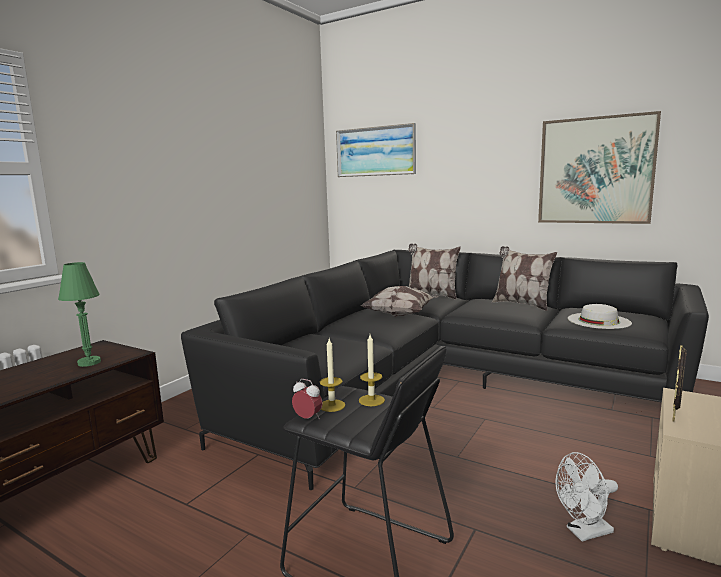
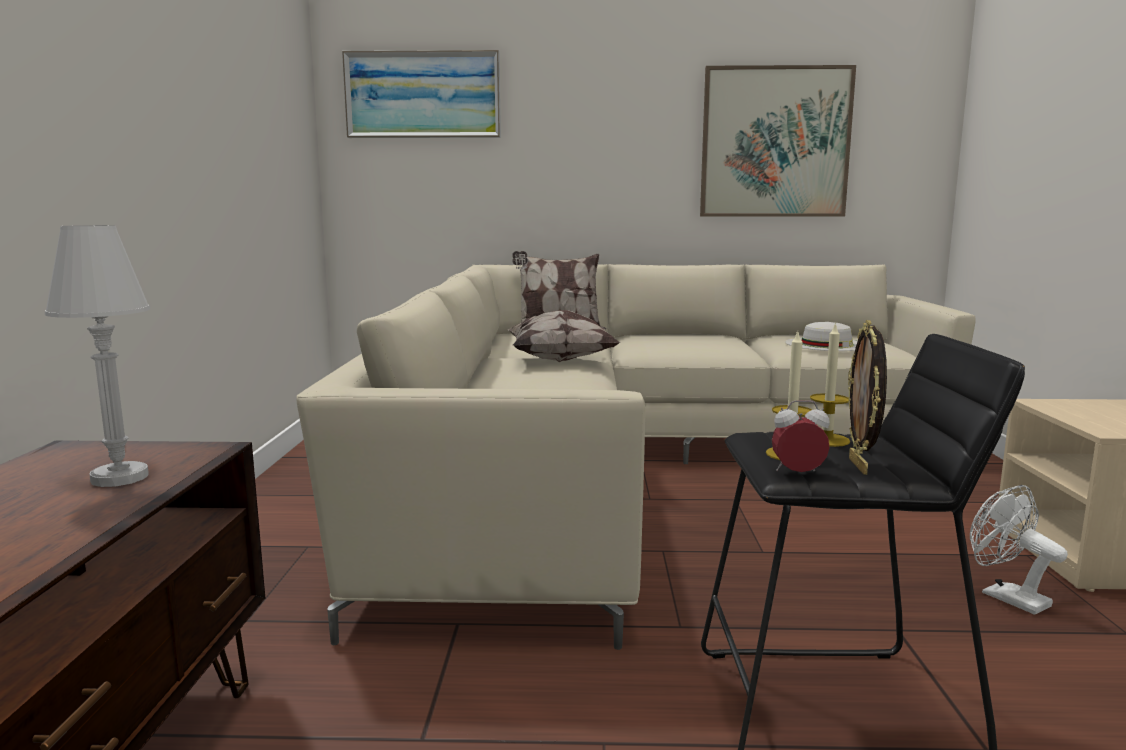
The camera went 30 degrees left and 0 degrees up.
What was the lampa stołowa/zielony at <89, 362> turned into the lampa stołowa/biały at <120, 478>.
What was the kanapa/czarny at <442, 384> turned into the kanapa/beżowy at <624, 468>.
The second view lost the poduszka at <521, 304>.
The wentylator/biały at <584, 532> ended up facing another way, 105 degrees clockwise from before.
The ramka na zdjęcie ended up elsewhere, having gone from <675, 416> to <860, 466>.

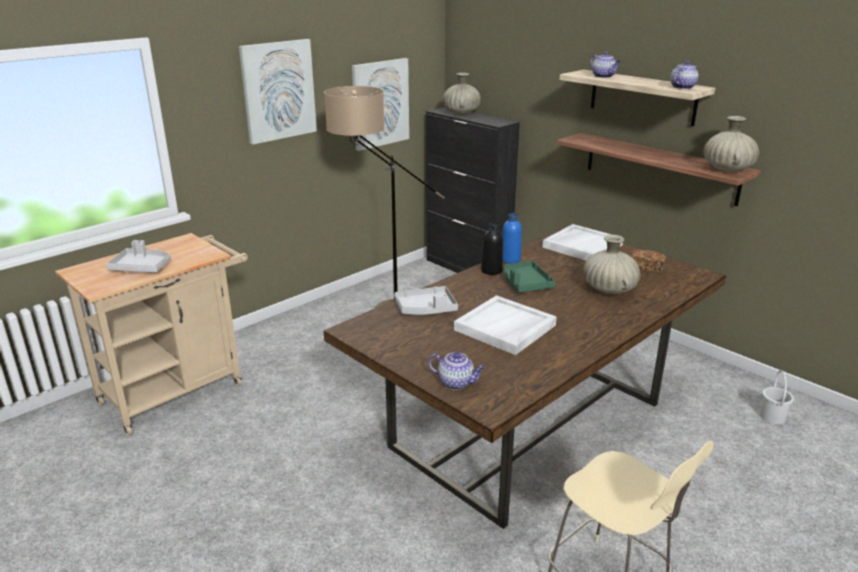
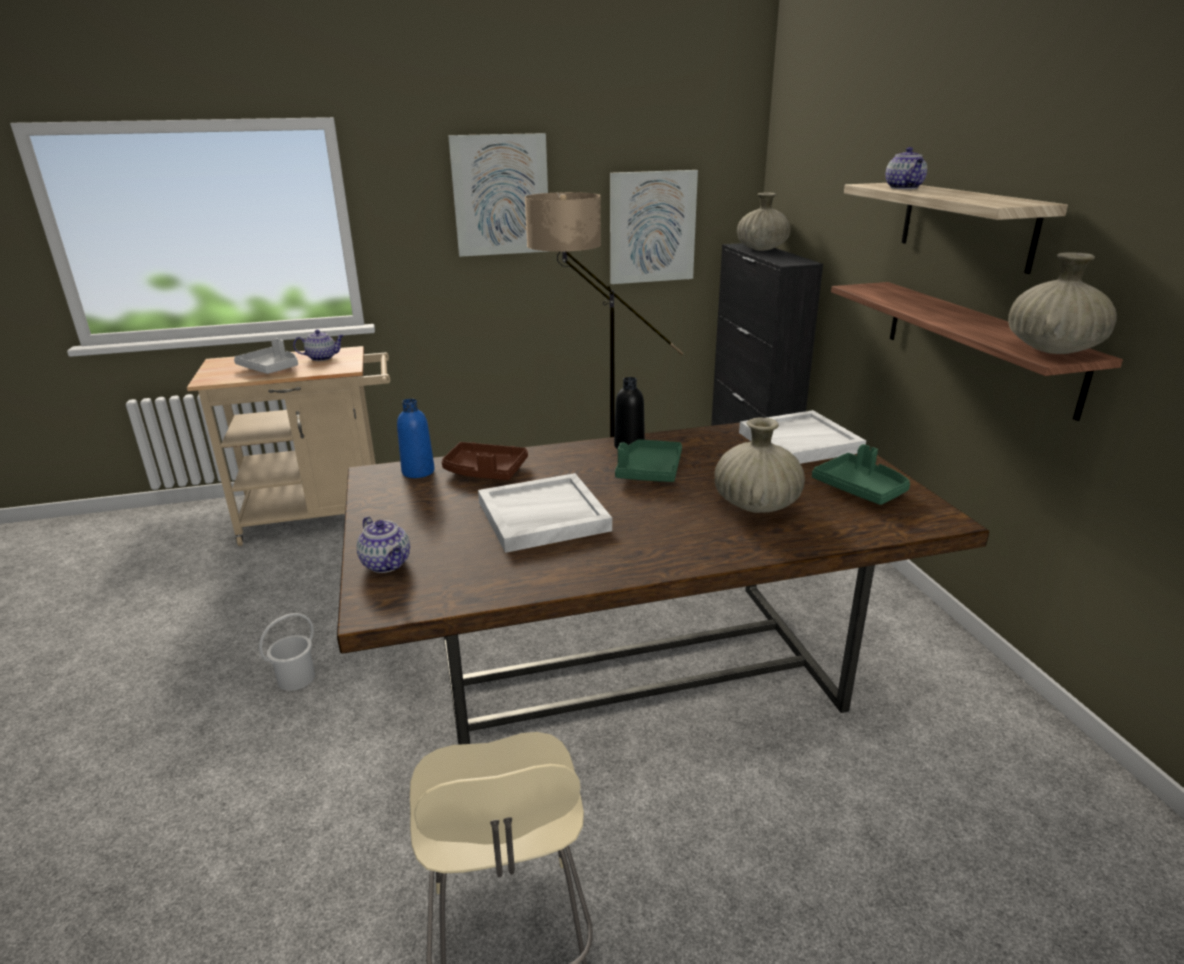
The camera went 30 degrees right and 0 degrees up.
What was the taca/szary at <426, 309> turned into the taca/brązowy at <485, 471>.
The butelka/niebieski ended up elsewhere, having gone from <510, 259> to <418, 471>.
Where the chleb stood at <646, 267>, the taca/zielony came to stand at <860, 489>.
The imbryk ended up elsewhere, having gone from <682, 87> to <322, 358>.
The wiadro/biały ended up elsewhere, having gone from <772, 416> to <295, 678>.

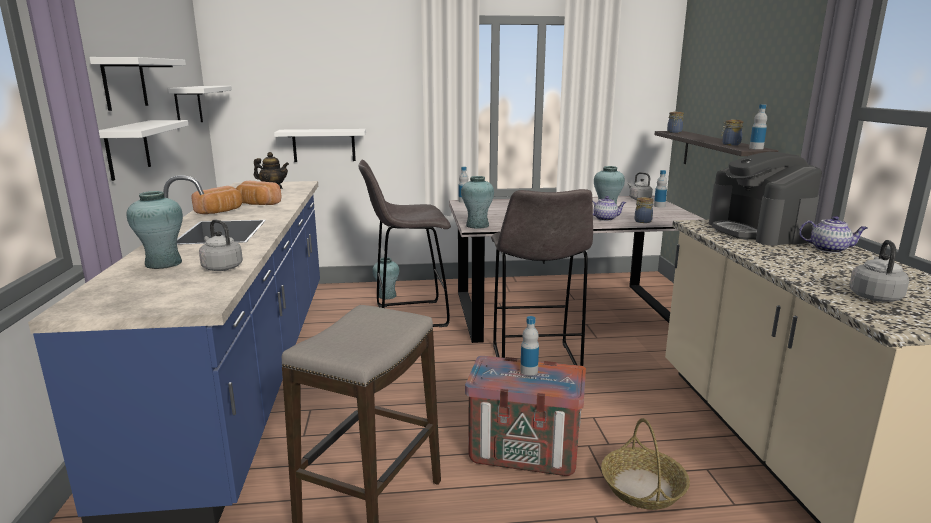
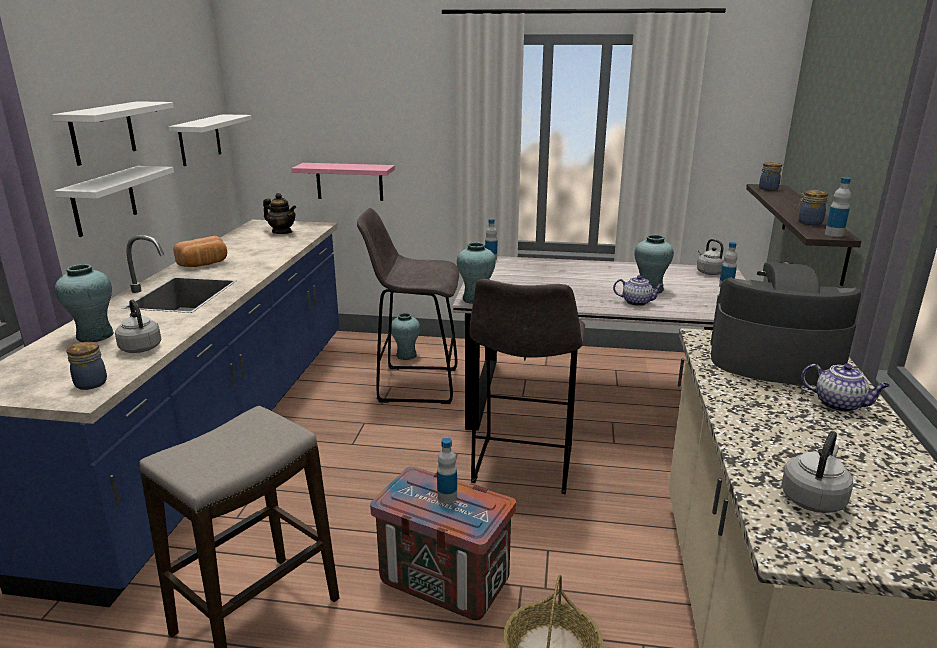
The camera went 15 degrees right and 5 degrees up.
The second view lost the chleb at <257, 204>.
What was the półka/biały at <324, 145> turned into the półka/różowy at <349, 181>.
The słoik ended up elsewhere, having gone from <642, 221> to <92, 383>.
The ekspres do kawy at <758, 231> ended up facing another way, 105 degrees clockwise from before.

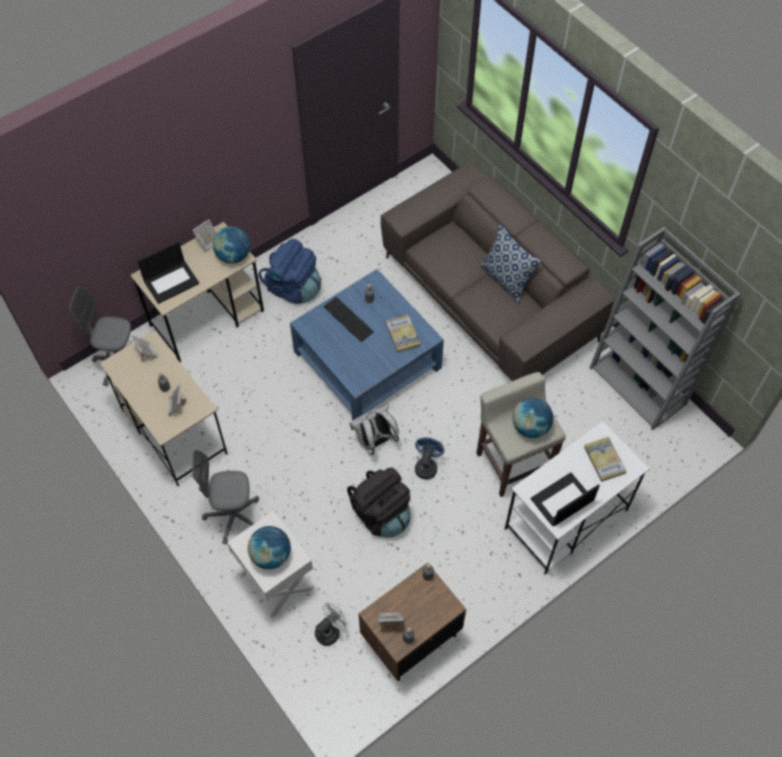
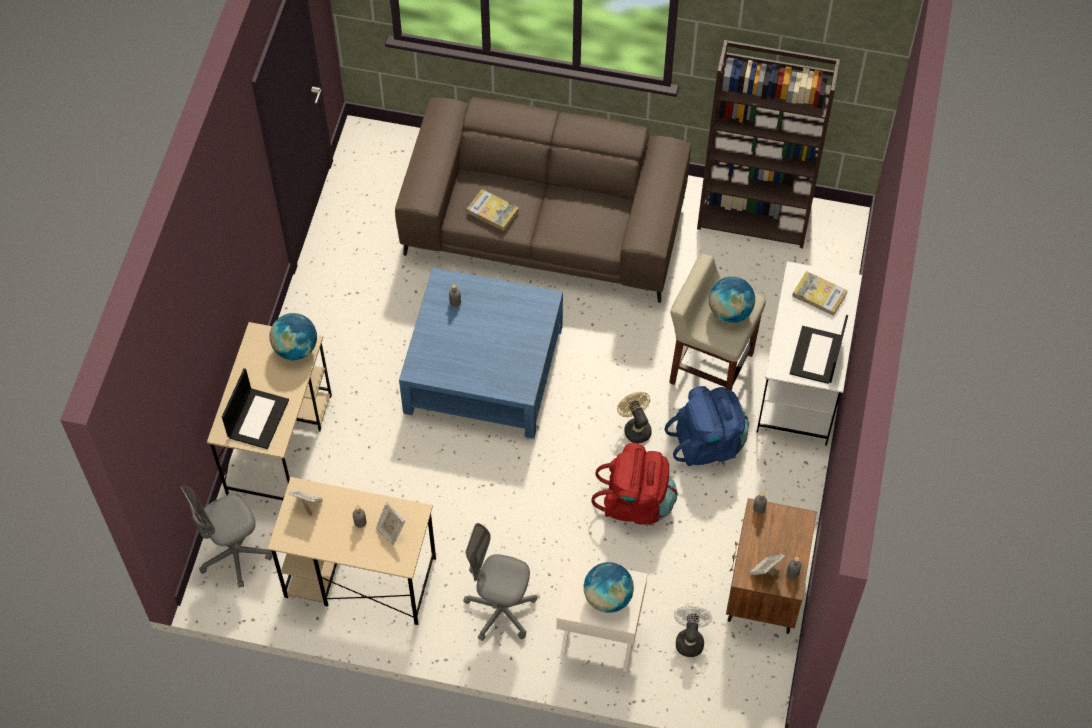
The camera went 40 degrees left and 0 degrees up.
The second view lost the ramka na zdjęcie at <208, 243>.
The krzesło biurowe/szary at <233, 516> ended up facing another way, 60 degrees clockwise from before.
The plecak/niebieski ended up elsewhere, having gone from <294, 288> to <708, 443>.
The second view lost the klawiatura at <349, 319>.
What was the plecak/czarny at <381, 514> turned into the plecak/czerwony at <635, 502>.
The second view lost the plecak/biały at <375, 442>.
The książka ended up elsewhere, having gone from <402, 335> to <492, 211>.
What was the wentylator/niebieski at <426, 466> turned into the wentylator/beżowy at <635, 428>.
The second view lost the poduszka at <506, 280>.
What was the regał/szary at <639, 386> turned into the regał/brązowy at <755, 215>.

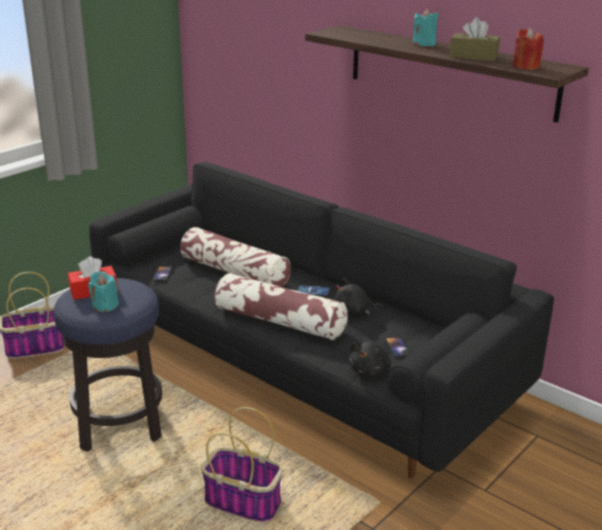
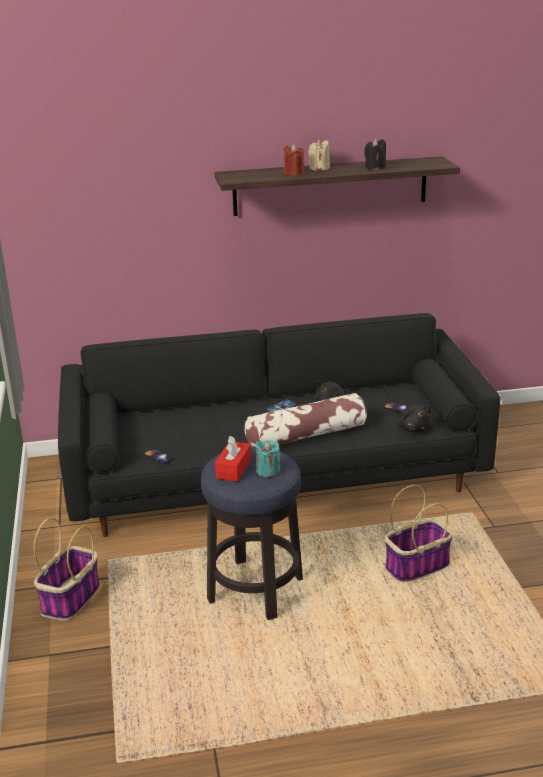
The camera went 50 degrees left and 0 degrees up.
The second view lost the poduszka at <235, 272>.
What was the świeca/turkusowy at <424, 44> turned into the świeca/beżowy at <319, 168>.
Where the pudełko chusteczek/brązowy stood at <473, 56>, the świeca/czarny came to stand at <375, 167>.
The świeca/czerwony ended up elsewhere, having gone from <525, 67> to <294, 173>.

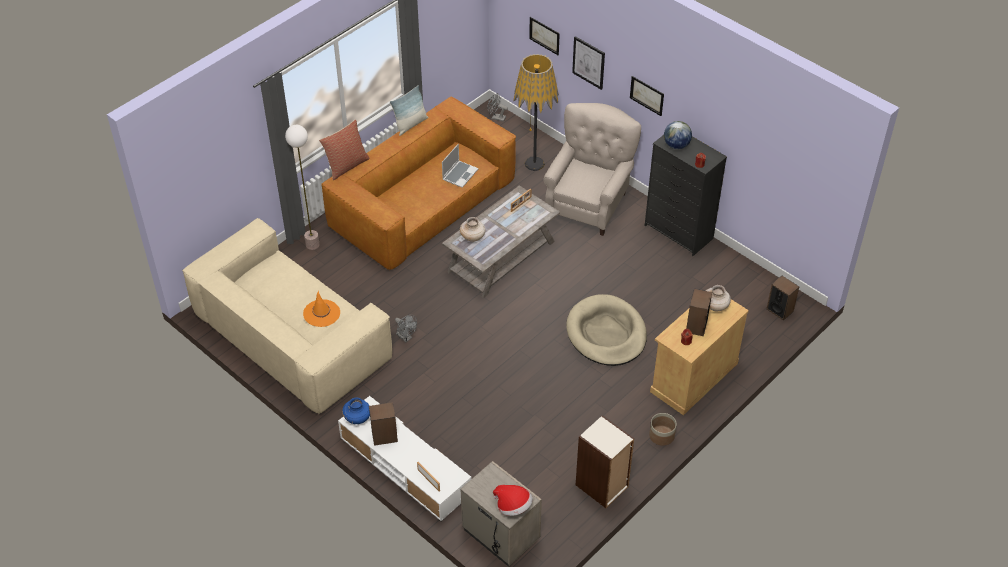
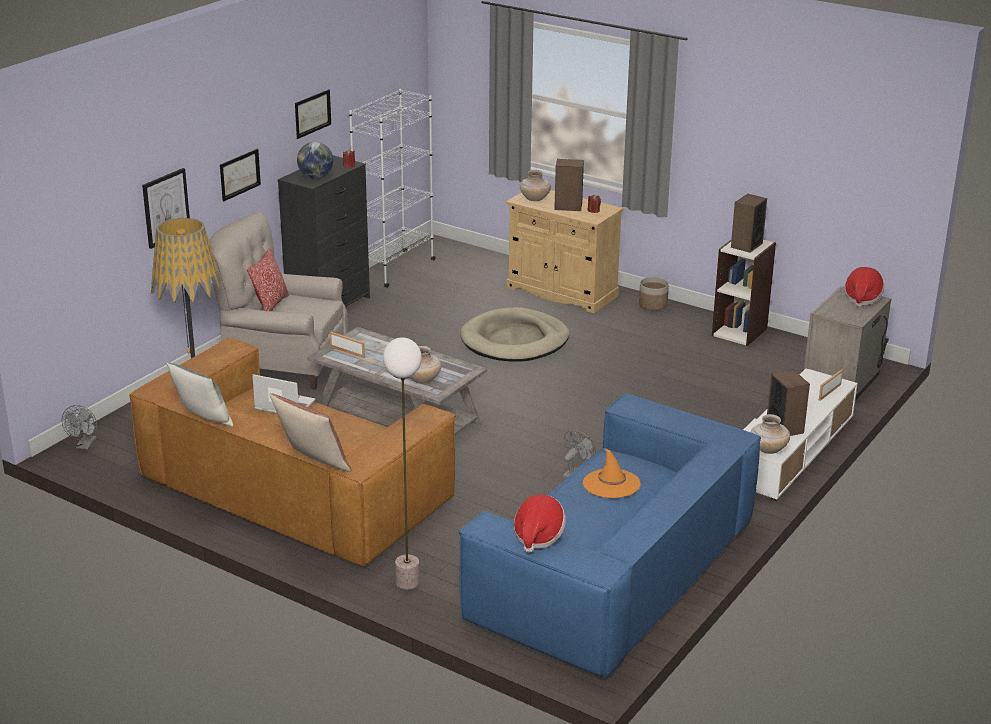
The camera went 100 degrees left and 20 degrees down.
What was the kanapa/beżowy at <291, 336> turned into the kanapa/niebieski at <612, 571>.
What was the wazon/niebieski at <357, 418> turned into the wazon/beżowy at <768, 449>.
The obraz ended up elsewhere, having gone from <544, 35> to <312, 113>.
The głośnik ended up elsewhere, having gone from <779, 310> to <746, 245>.
The second view gained the poduszka at <270, 305>.
The second view gained the regał/biały at <395, 269>.
The second view gained the kapelusz at <538, 536>.

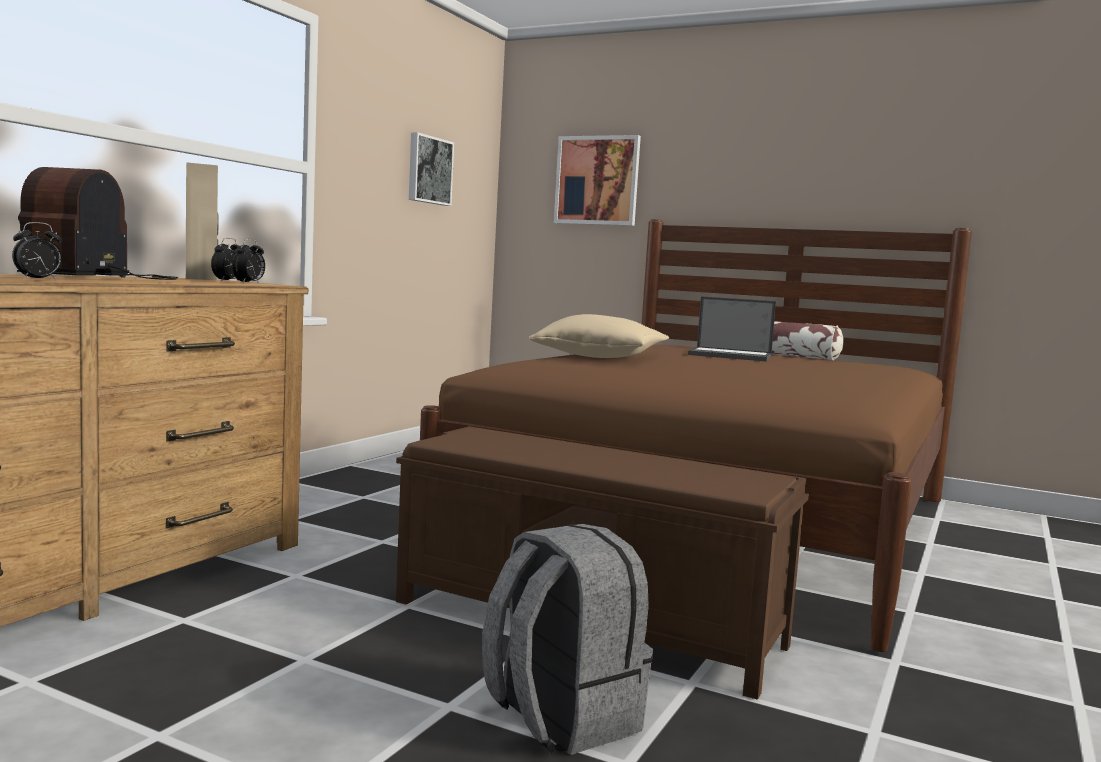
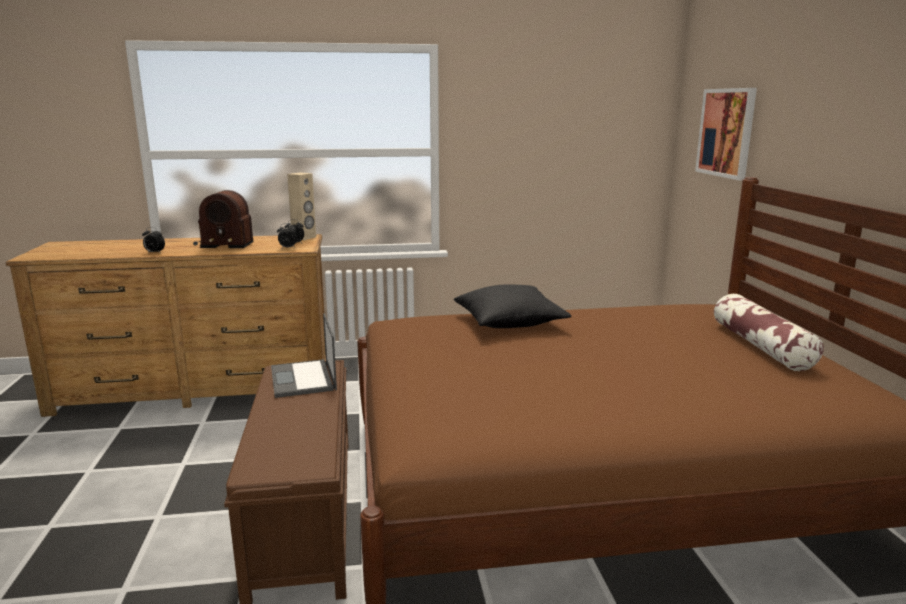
The camera went 55 degrees right and 10 degrees up.
The radio at <105, 278> ended up facing another way, 150 degrees counterclockwise from before.
The second view lost the obraz at <428, 170>.
The second view lost the plecak/szary at <559, 718>.
What was the poduszka/beżowy at <600, 357> turned into the poduszka/czarny at <509, 322>.
The laptop ended up elsewhere, having gone from <731, 355> to <303, 379>.

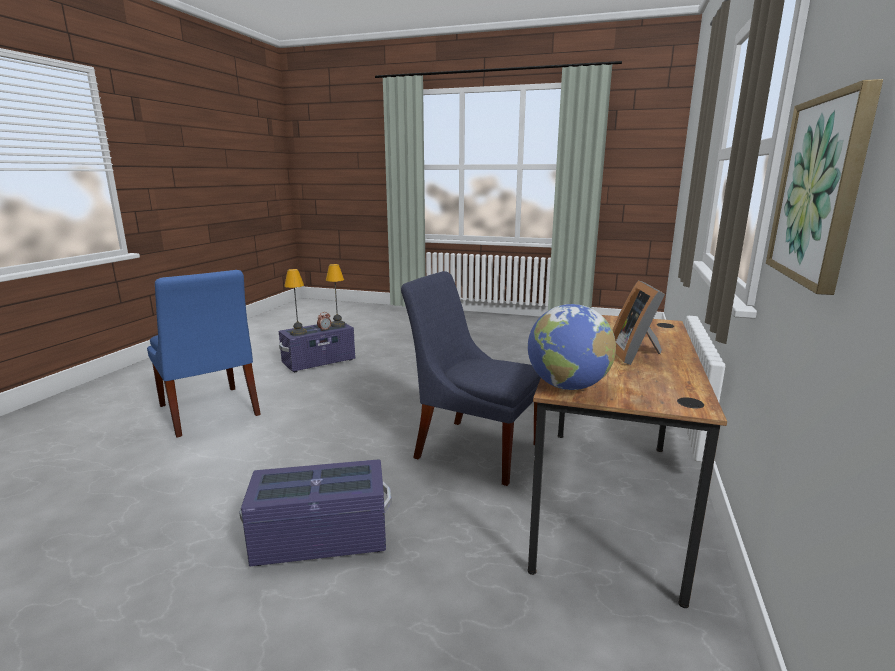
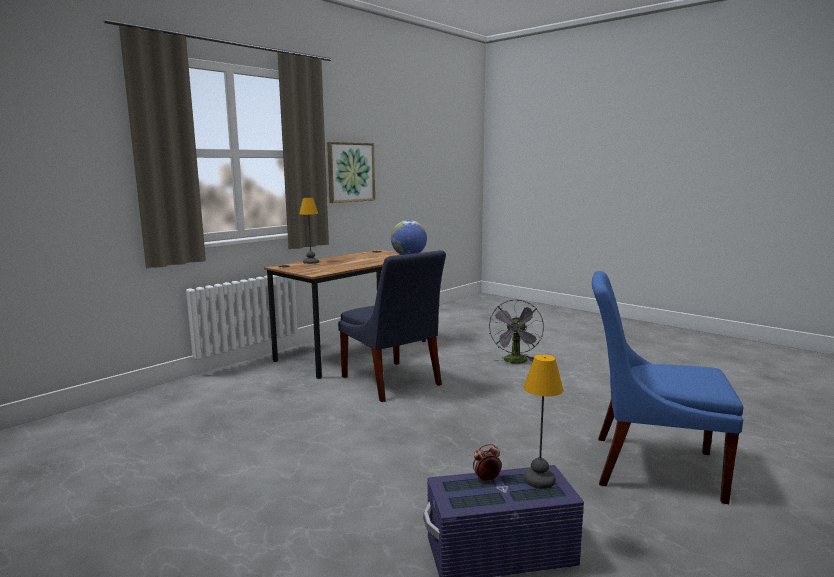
The camera went 155 degrees left and 5 degrees down.
The krzesło/niebieski at <209, 412> ended up facing another way, 60 degrees counterclockwise from before.
Where the pojemnik do przechowywania/fioletowy stood at <320, 539>, the wentylator/szary came to stand at <516, 362>.
The lampa stołowa ended up elsewhere, having gone from <337, 325> to <311, 262>.
The second view lost the ramka na zdjęcie at <636, 355>.

